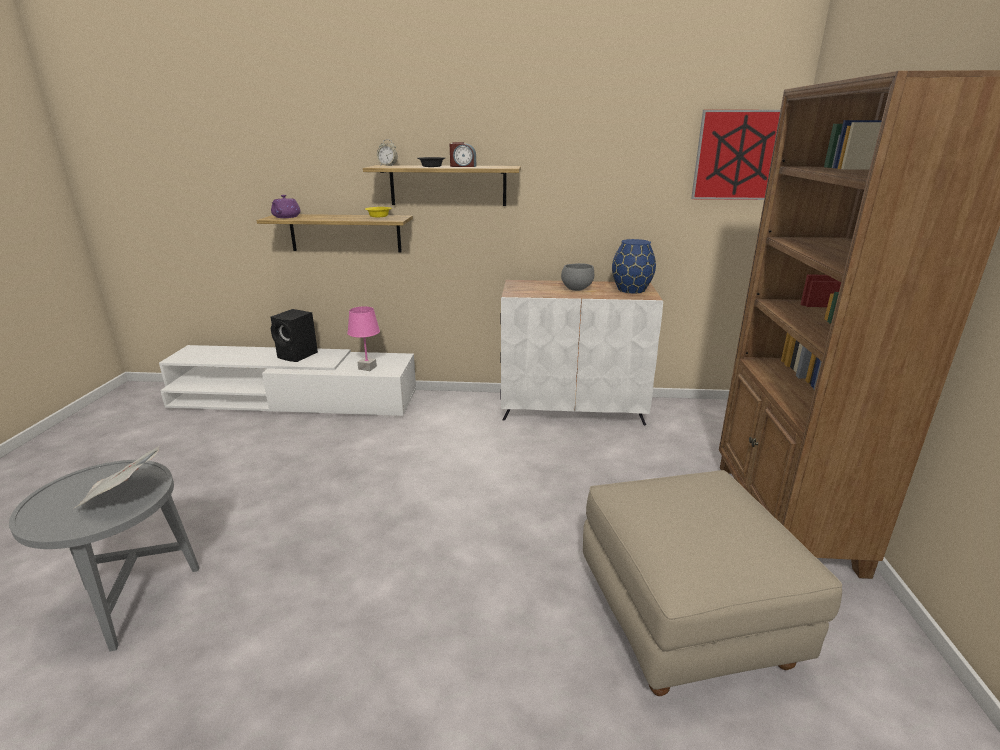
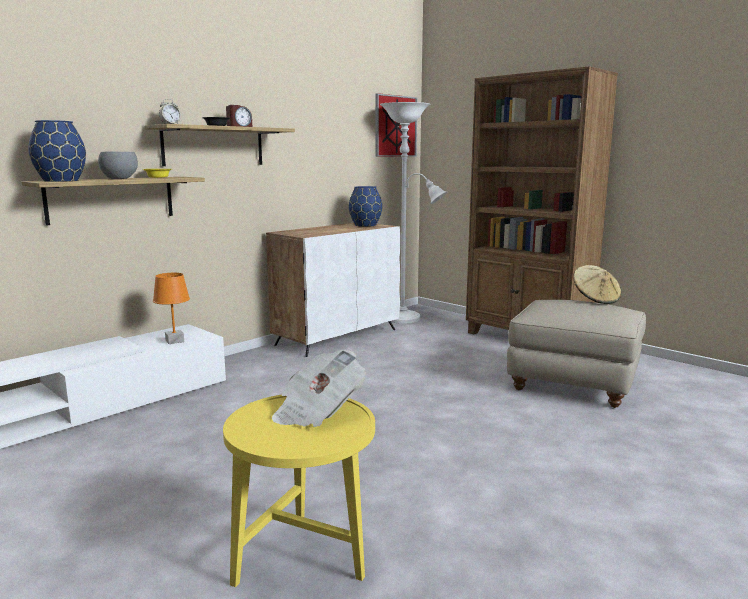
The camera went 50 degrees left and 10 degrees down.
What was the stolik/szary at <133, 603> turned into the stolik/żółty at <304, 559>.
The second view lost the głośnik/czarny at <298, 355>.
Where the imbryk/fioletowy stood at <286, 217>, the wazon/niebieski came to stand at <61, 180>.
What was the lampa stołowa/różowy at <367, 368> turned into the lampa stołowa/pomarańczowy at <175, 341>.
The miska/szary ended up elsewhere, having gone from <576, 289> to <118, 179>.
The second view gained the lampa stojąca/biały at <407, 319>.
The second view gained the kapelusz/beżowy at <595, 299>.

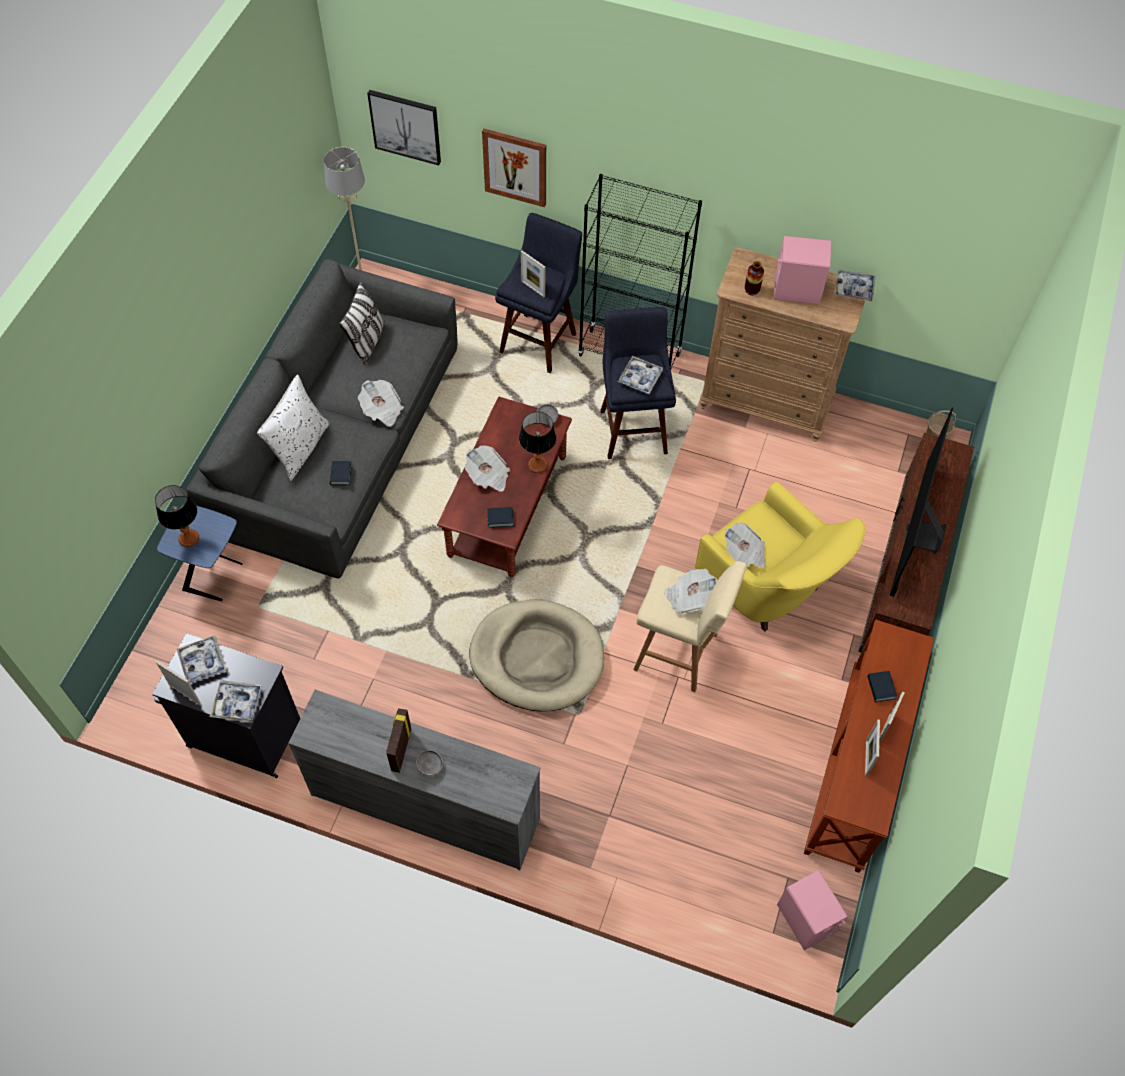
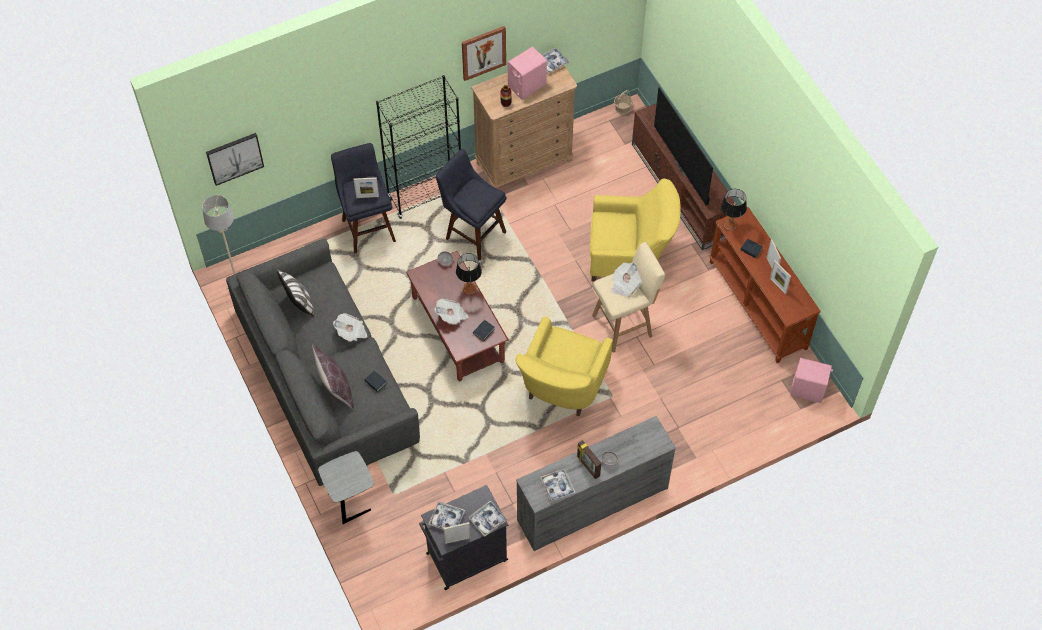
The camera went 45 degrees left and 0 degrees up.
The lampa stołowa ended up elsewhere, having gone from <189, 538> to <729, 225>.
What was the stolik/niebieski at <215, 576> turned into the stolik/szary at <351, 502>.
What was the poduszka/biały at <299, 447> turned into the poduszka/brązowy at <335, 389>.
Where the legowisko/beżowy stood at <537, 657>, the fotel/żółty came to stand at <561, 389>.
The obraz ended up elsewhere, having gone from <515, 167> to <483, 52>.
The taca ended up elsewhere, having gone from <640, 378> to <557, 486>.
The second view lost the gazeta at <744, 553>.

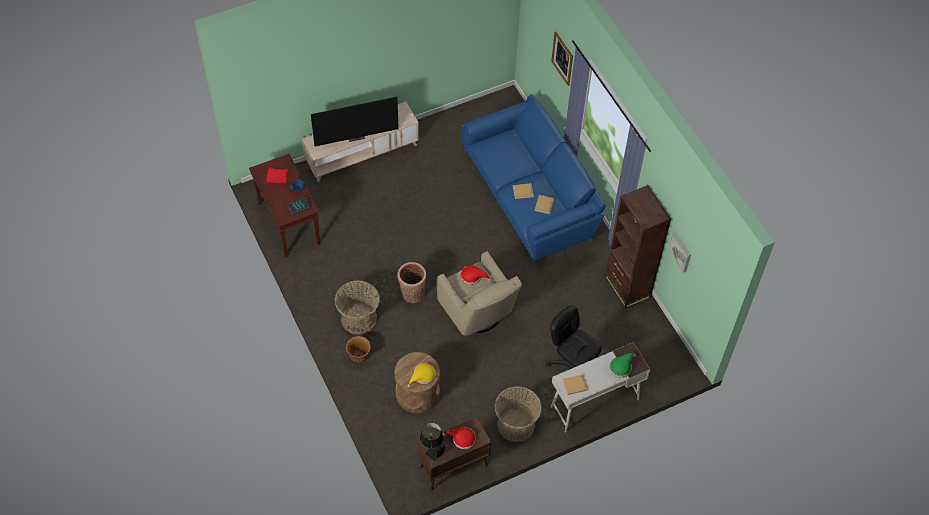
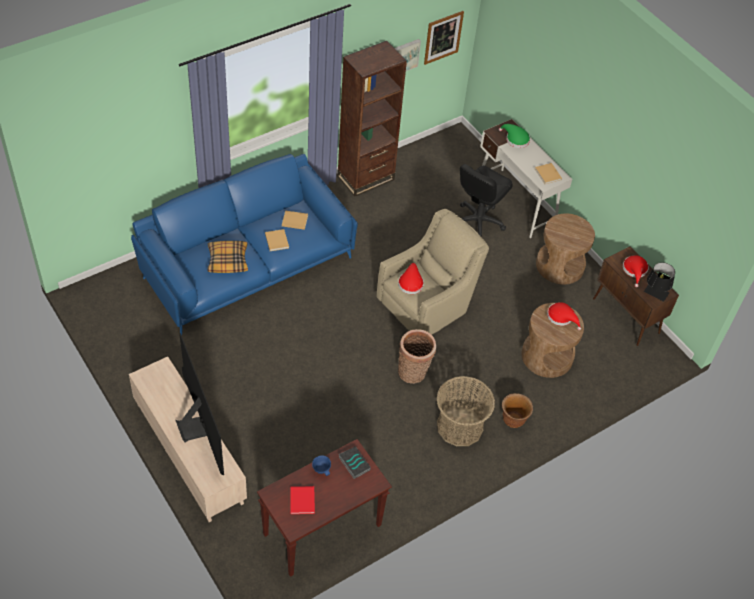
The camera went 100 degrees left and 5 degrees down.
What was the kapelusz/żółty at <423, 376> turned into the kapelusz/czerwony at <561, 317>.
Where the koszyk stood at <516, 425>, the stolik/brązowy came to stand at <560, 265>.
The obraz ended up elsewhere, having gone from <562, 58> to <443, 37>.
The second view gained the poduszka at <227, 260>.

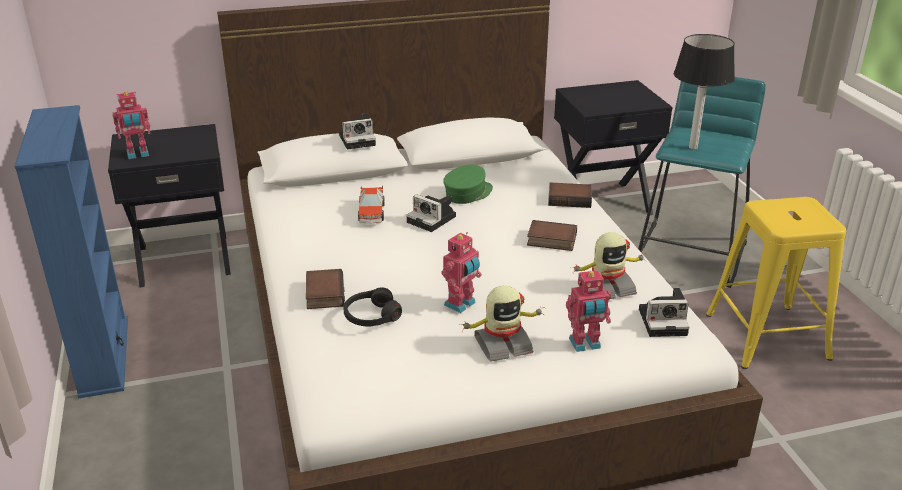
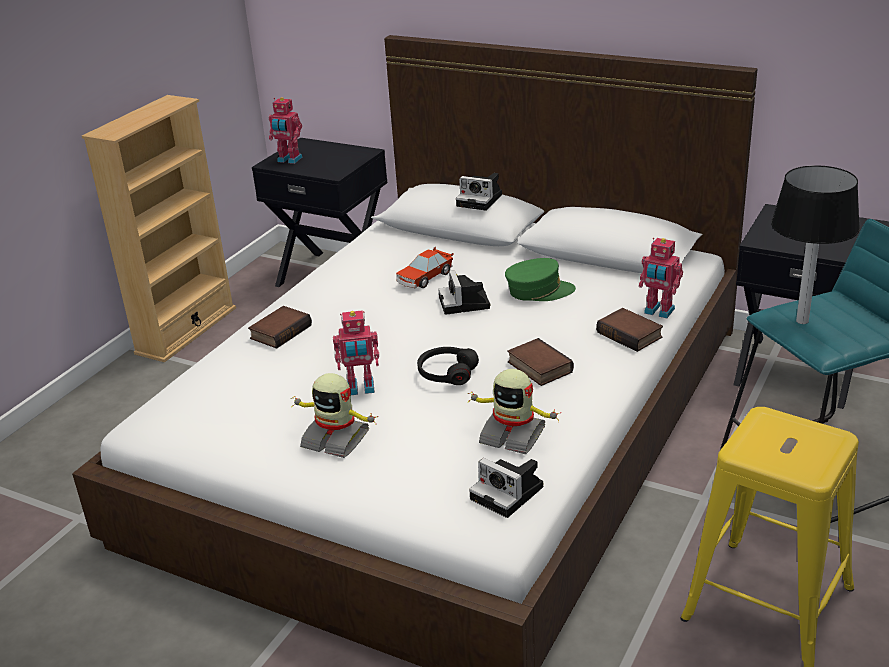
The camera went 45 degrees right and 0 degrees up.
What was the regał/niebieski at <104, 356> turned into the regał/beżowy at <186, 330>.
The słuchawki/czarny ended up elsewhere, having gone from <371, 316> to <447, 373>.
The robot zabawkowy ended up elsewhere, having gone from <585, 344> to <658, 312>.

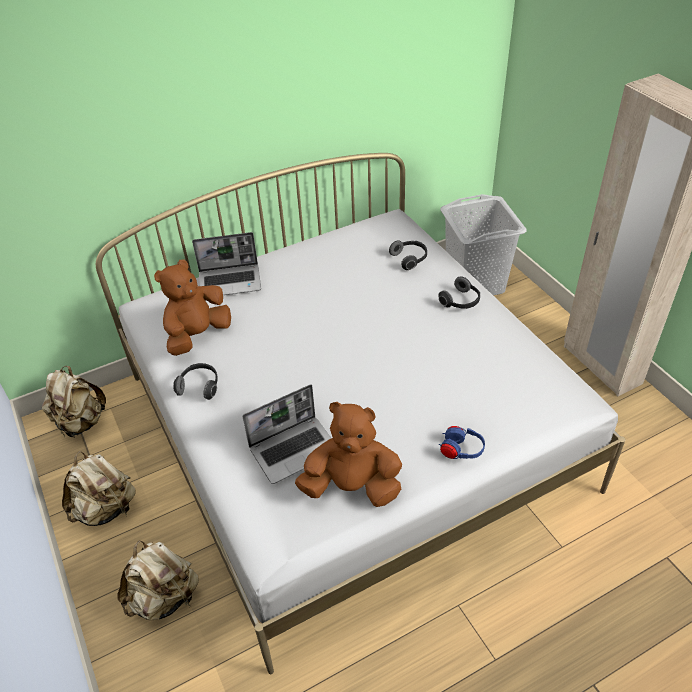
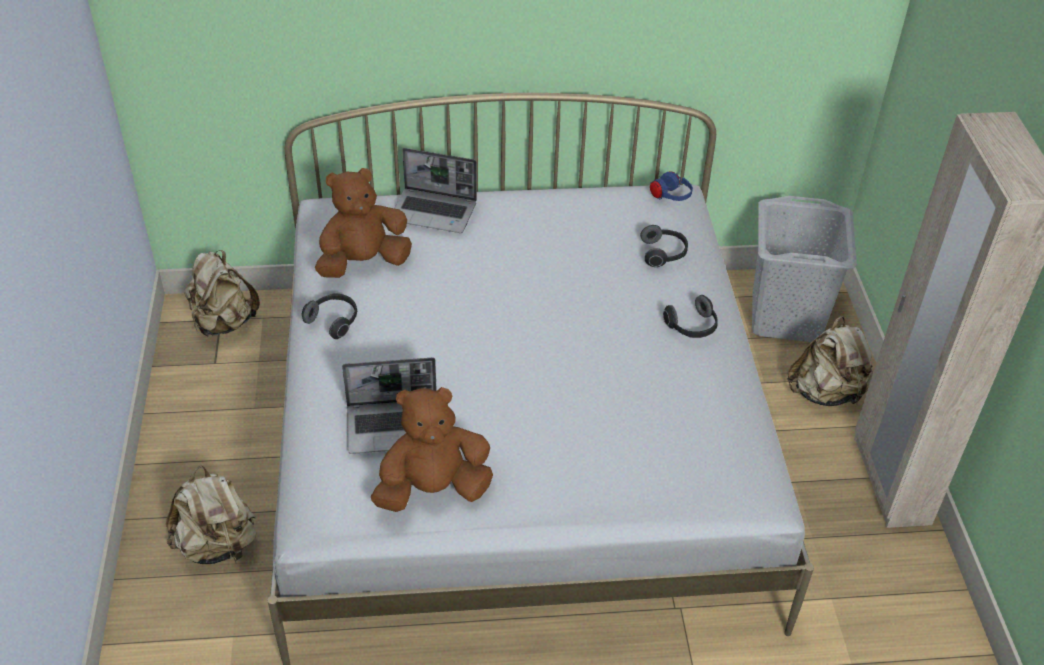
The camera went 20 degrees right and 0 degrees up.
The plecak/beżowy ended up elsewhere, having gone from <106, 509> to <826, 393>.
The pluszak/brązowy at <352, 486> ended up facing another way, 45 degrees counterclockwise from before.
The słuchawki/niebieski ended up elsewhere, having gone from <461, 451> to <670, 197>.

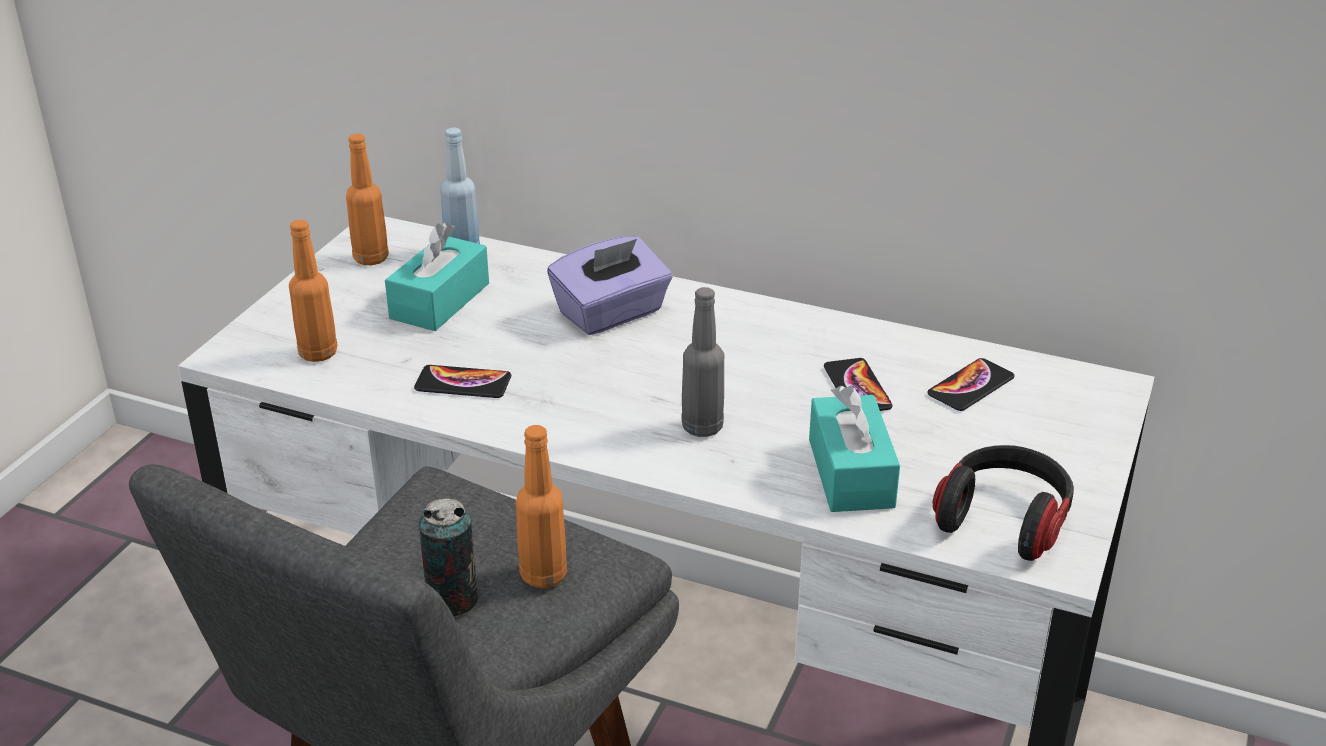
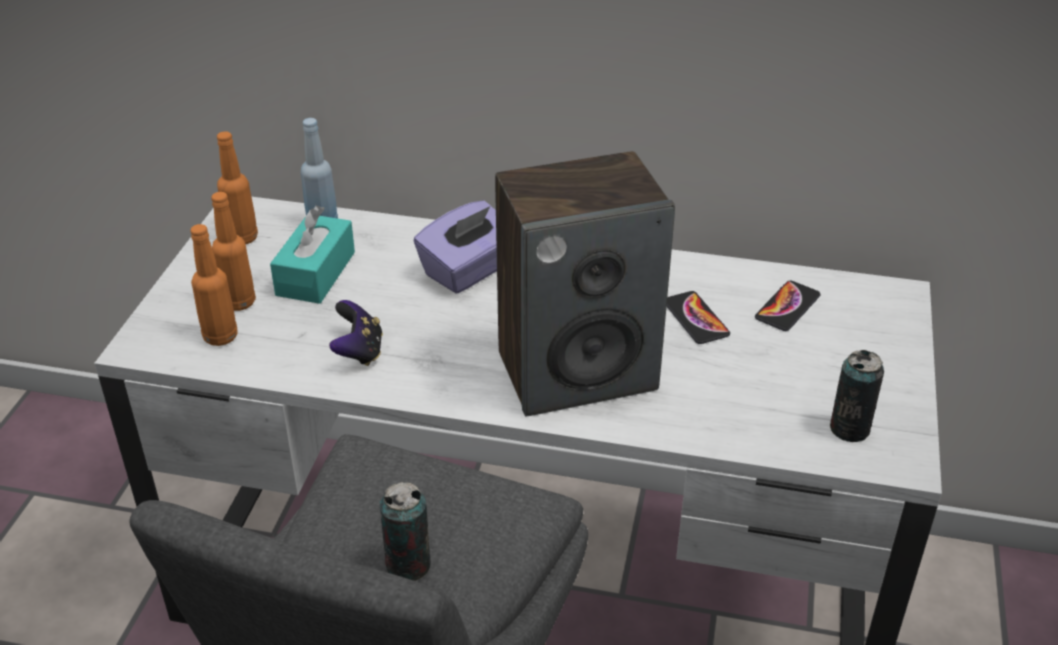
The camera went 10 degrees left and 5 degrees up.
Where the telefon stood at <463, 383>, the pad do gier came to stand at <359, 352>.
The butelka/pomarańczowy ended up elsewhere, having gone from <543, 575> to <239, 302>.
Where the butelka/szary stood at <702, 427>, the głośnik came to stand at <577, 371>.
The second view lost the pudełko chusteczek/turkusowy at <851, 473>.
Where the słuchawki stood at <1004, 520>, the puszka came to stand at <849, 428>.

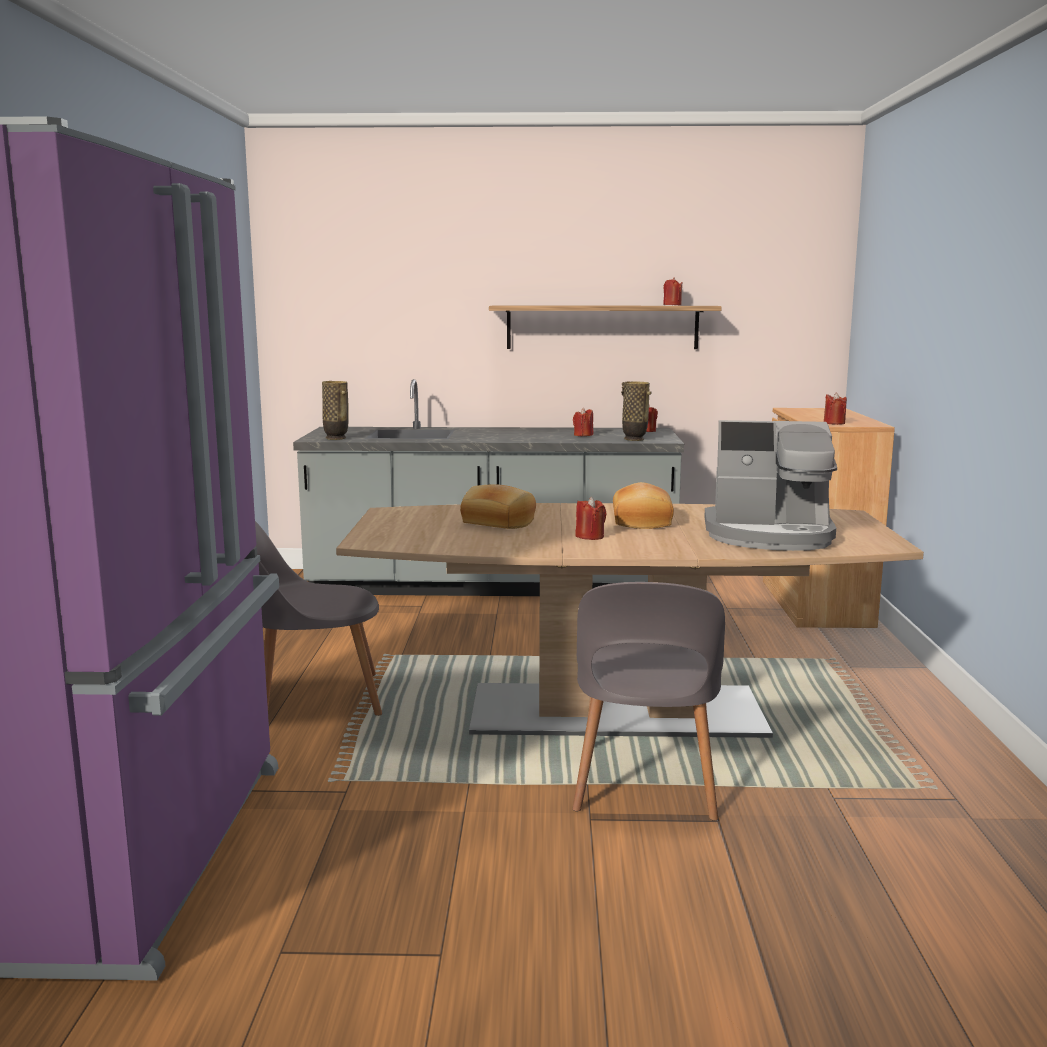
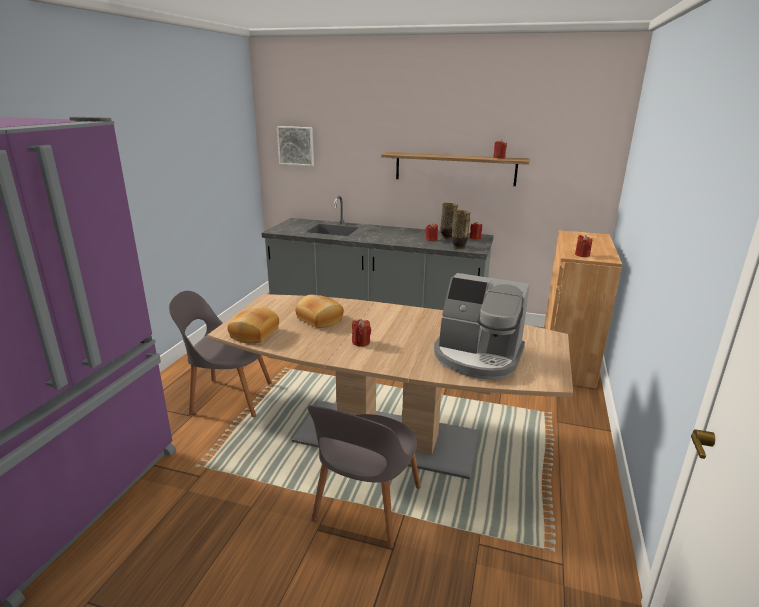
The camera went 15 degrees right and 10 degrees up.
The wazon ended up elsewhere, having gone from <336, 438> to <447, 237>.
The chleb ended up elsewhere, having gone from <640, 521> to <253, 333>.
The second view gained the obraz at <296, 145>.

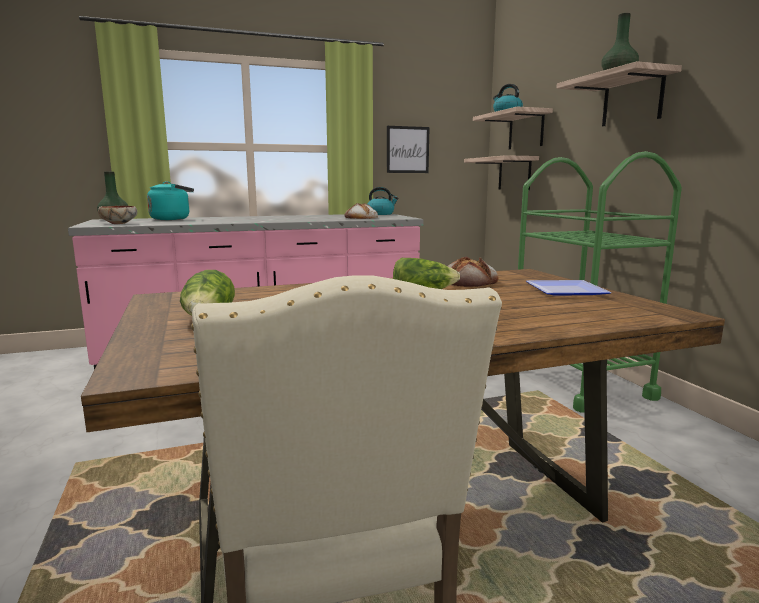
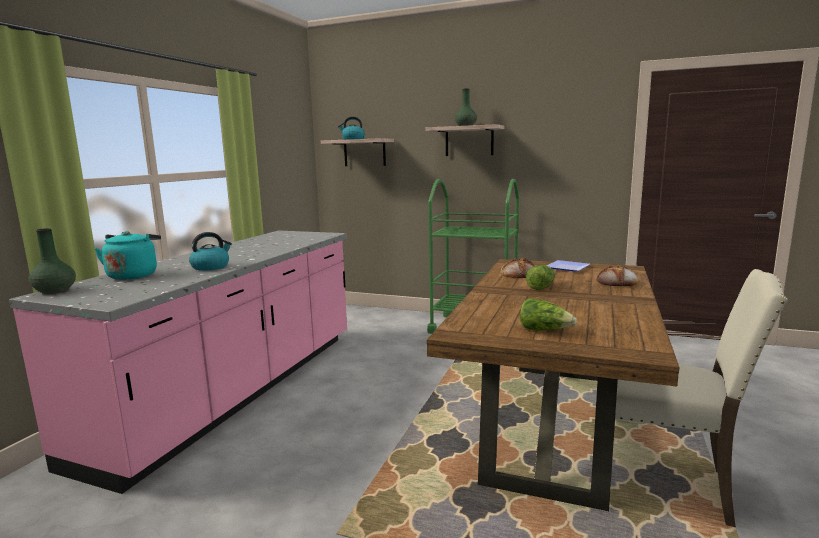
The camera went 50 degrees left and 0 degrees up.
The second view lost the miska at <119, 223>.
The chleb ended up elsewhere, having gone from <361, 218> to <617, 282>.
The czajnik ended up elsewhere, having gone from <381, 214> to <211, 267>.
The second view lost the obraz at <407, 149>.
The second view lost the półka at <514, 173>.

